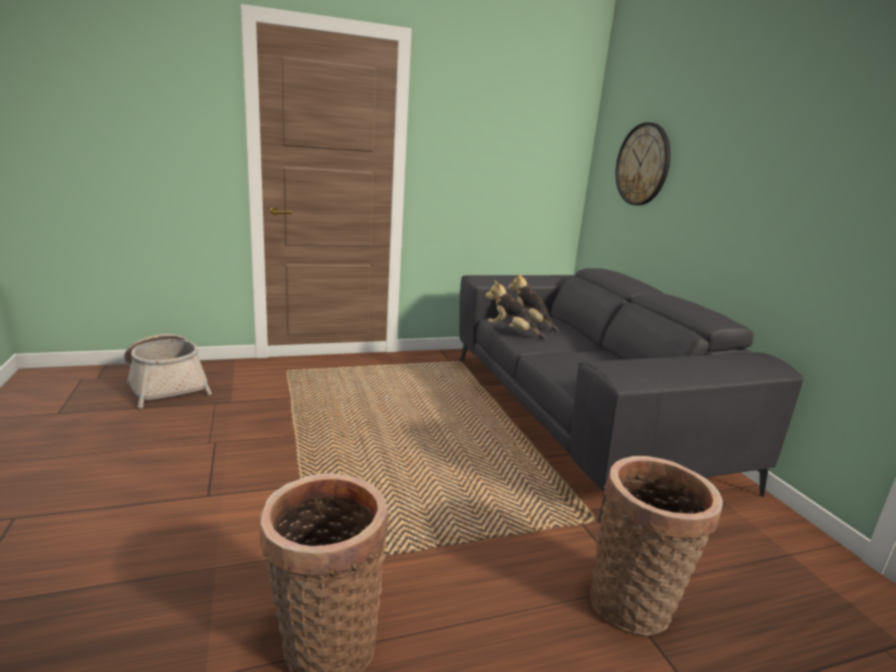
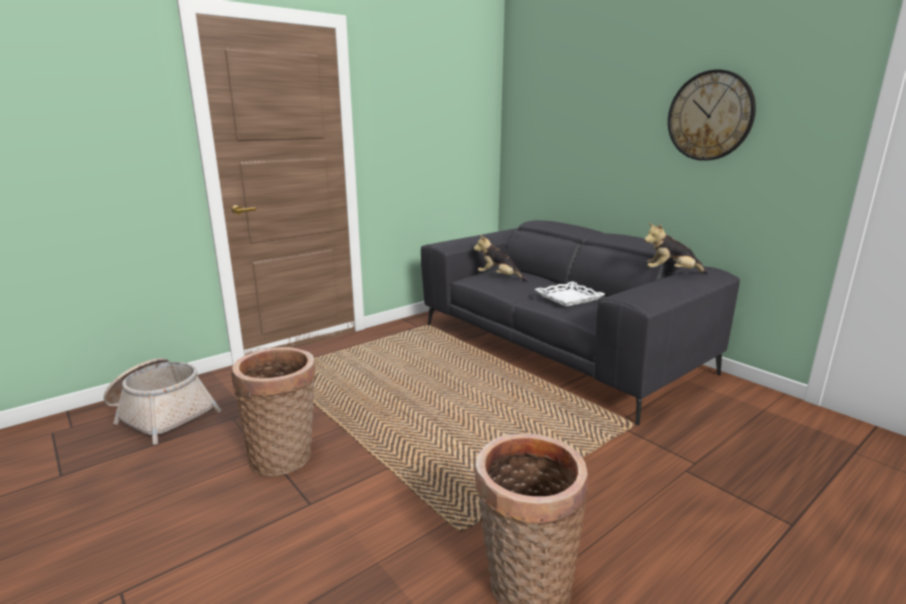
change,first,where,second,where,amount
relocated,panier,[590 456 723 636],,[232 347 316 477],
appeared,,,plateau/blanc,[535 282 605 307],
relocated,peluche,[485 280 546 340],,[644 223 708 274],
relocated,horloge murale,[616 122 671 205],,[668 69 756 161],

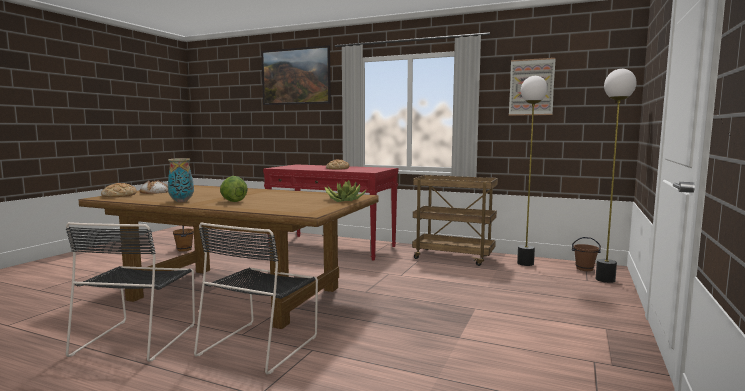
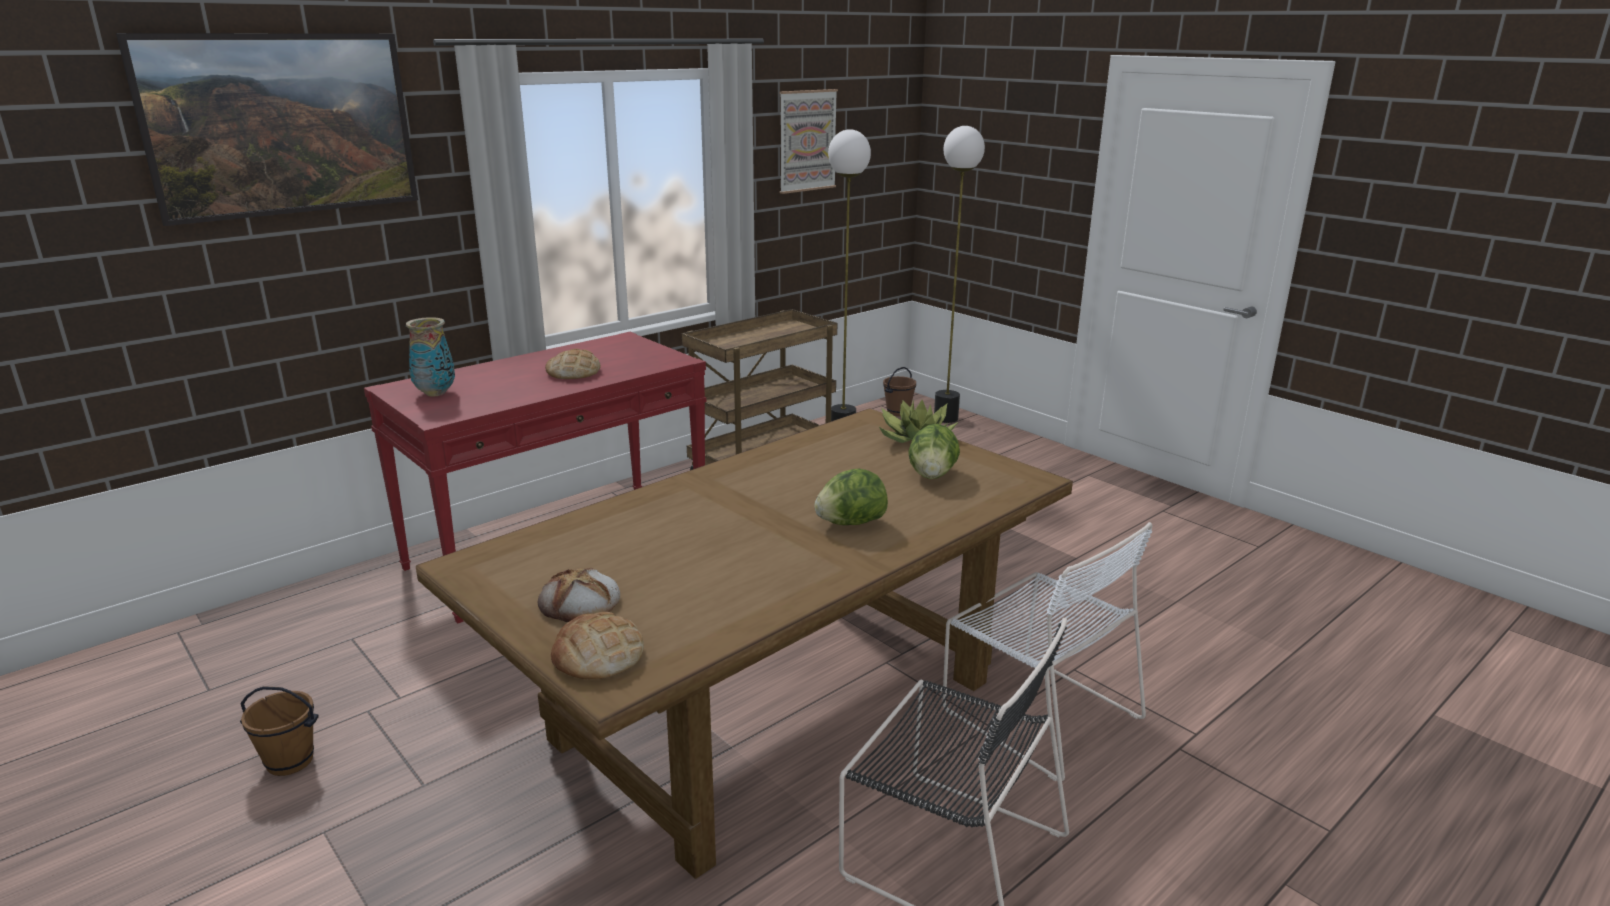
change,first,where,second,where,amount
relocated,vase,[168 158 194 202],,[406 317 455 397],
appeared,,,laitue,[908 424 960 479],
colour,chaise/noir,[194 222 318 374],chaise/blanc,[942 522 1152 781],

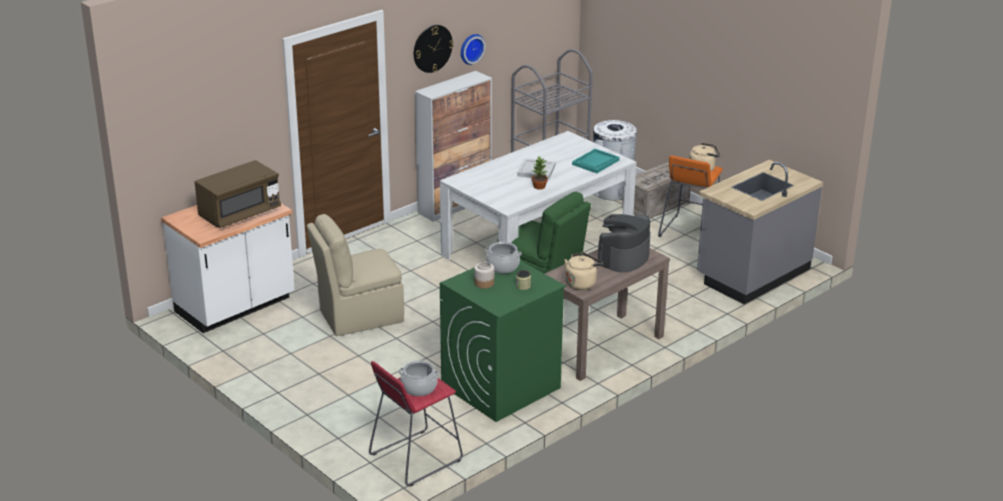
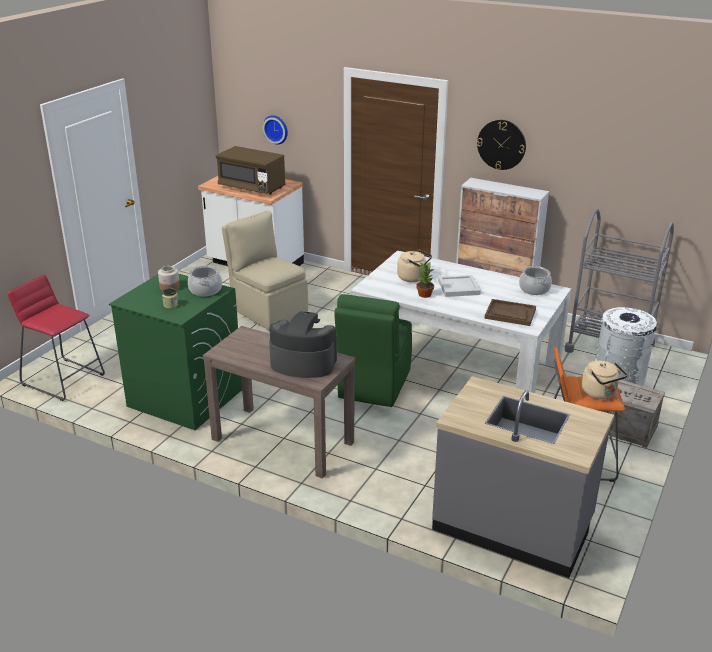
change,first,where,second,where,amount
relocated,horloge murale,[461 34 486 65],,[262 115 288 144],
relocated,bouilloire/beige,[565 252 603 290],,[397 249 432 282],
colour,plateau/turquoise,[572 149 620 173],plateau/marron,[485 299 536 326],
relocated,marmite,[398 361 439 396],,[519 266 552 295],

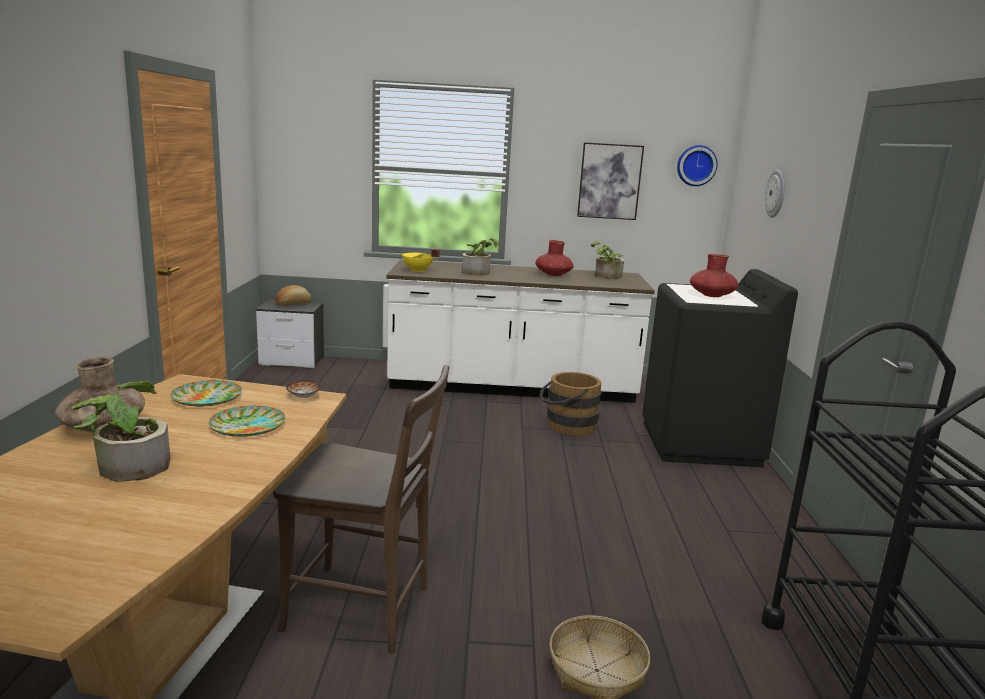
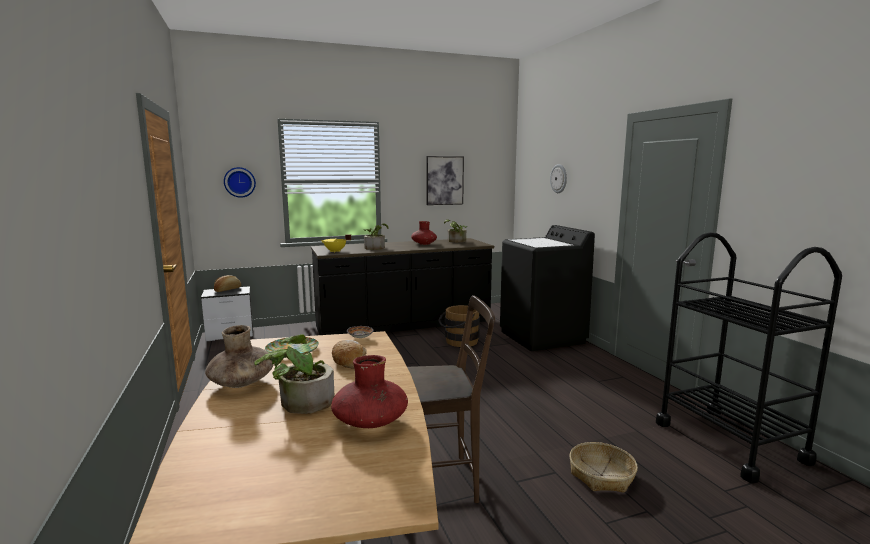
change,first,where,second,where,amount
relocated,horloge murale,[677 145 717 186],,[224 167 256 198],
colour,comptoir de cuisine/blanc,[387 260 655 403],comptoir de cuisine/noir,[311 238 494 335],
relocated,vase/rouge,[690 254 738 297],,[331 355 408 428],
exchanged,assiette,[209 406 285 437],pain,[332 340 367 369],

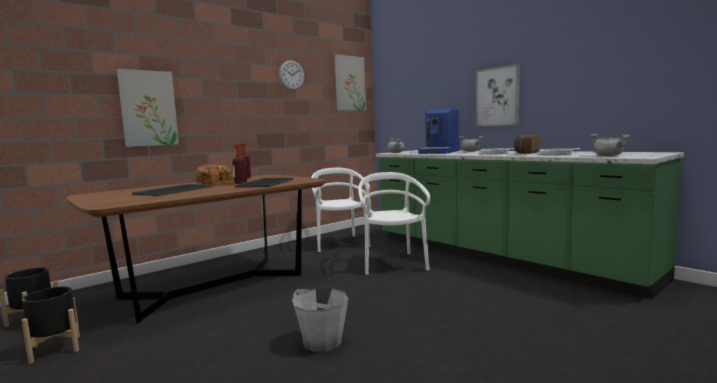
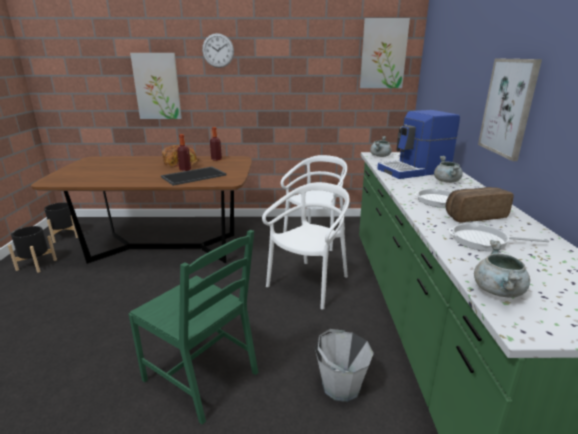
change,first,where,second,where,amount
appeared,,,chaise/vert,[129 230 258 425],
relocated,horloge murale,[279 60 304 90],,[202 33 234 68],
relocated,seau/gris,[292 288 348 352],,[315 329 374 402],
missing,plateau,[132 184 212 196],,,

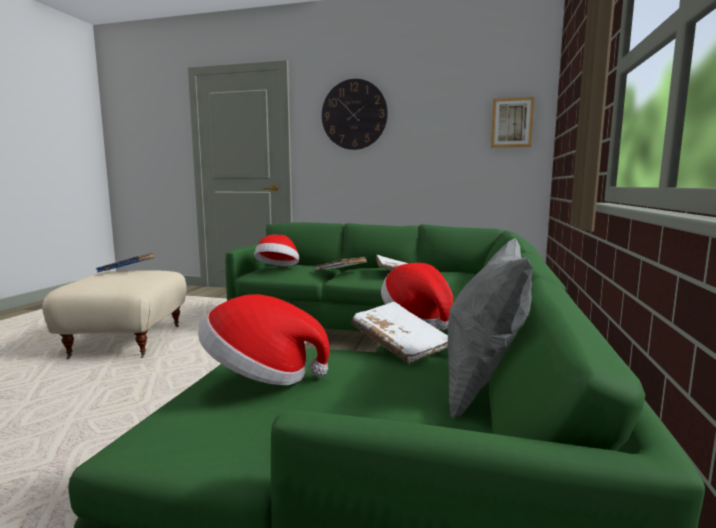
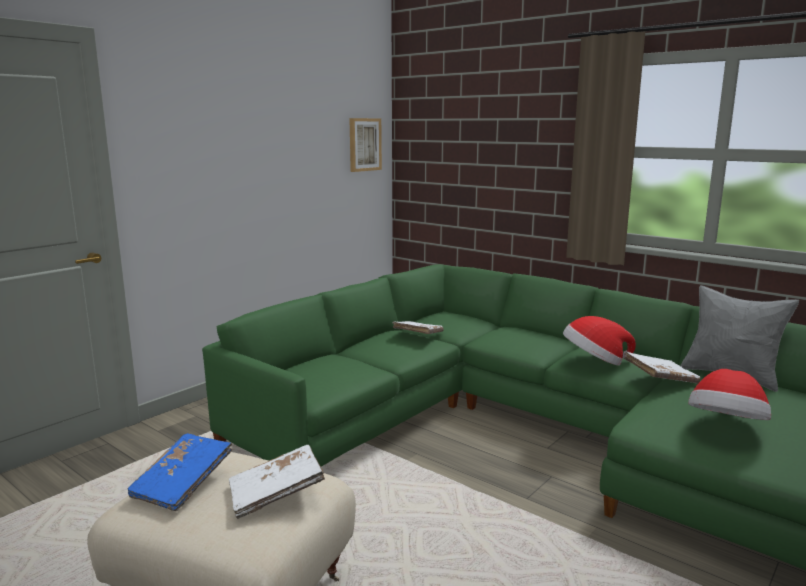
change,first,where,second,where,amount
relocated,livre/blanc,[313 257 367 270],,[229 445 325 519],
missing,chapeau,[254 235 299 266],,,
missing,horloge murale,[322 79 388 150],,,

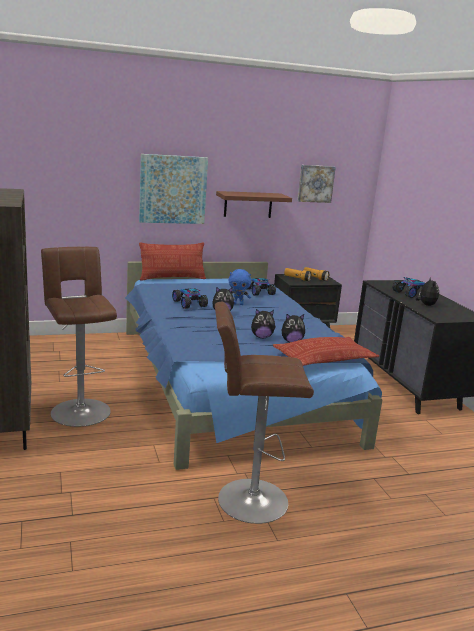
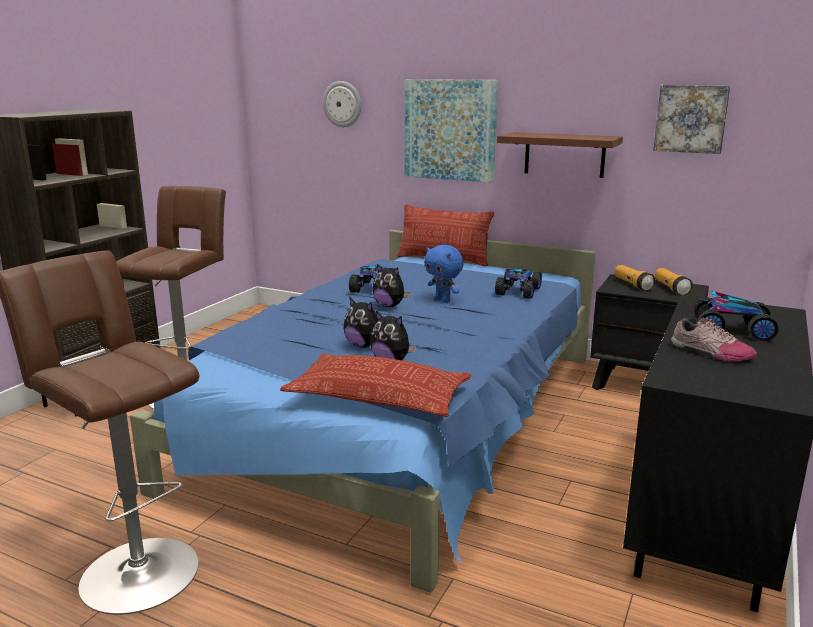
change,first,where,second,where,amount
appeared,,,horloge murale,[323 81 361 127],
exchanged,peluche,[416 277 439 306],chaussure,[671 317 757 361],

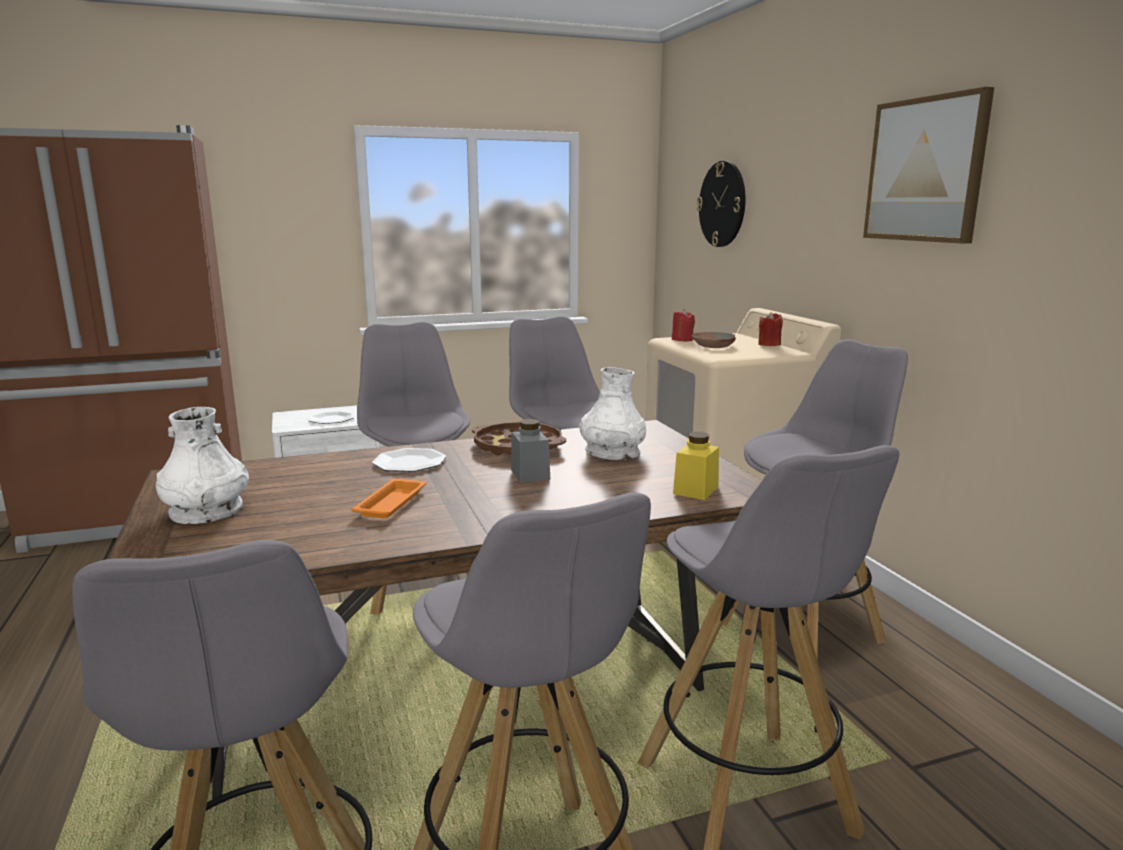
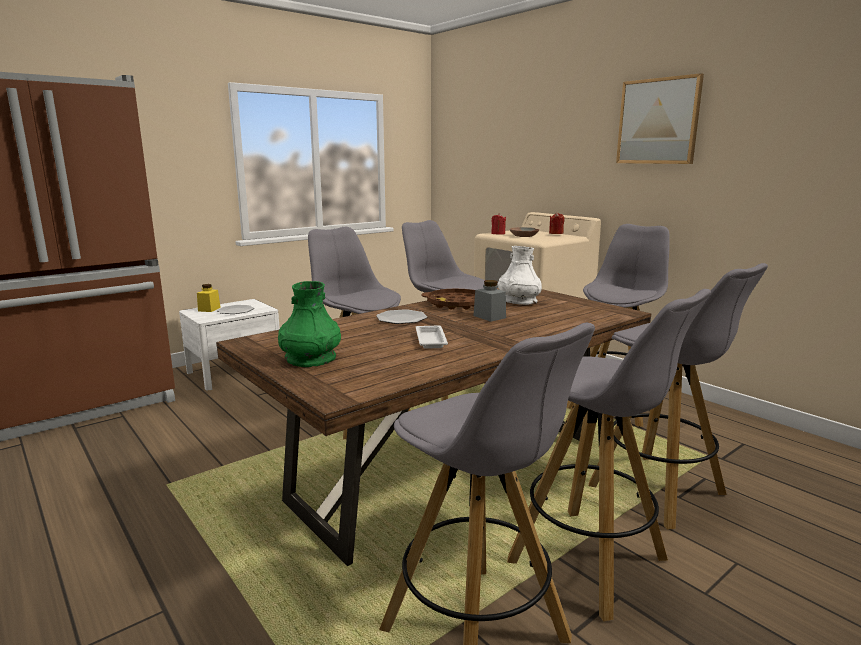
change,first,where,second,where,amount
relocated,bocal/jaune,[673 432 719 500],,[197 284 221 312],
colour,vase/blanc,[156 407 249 524],vase/vert,[278 281 341 367],
colour,plateau/orange,[351 479 426 519],plateau/blanc,[416 326 448 349],
missing,horloge murale,[697 161 745 247],,,

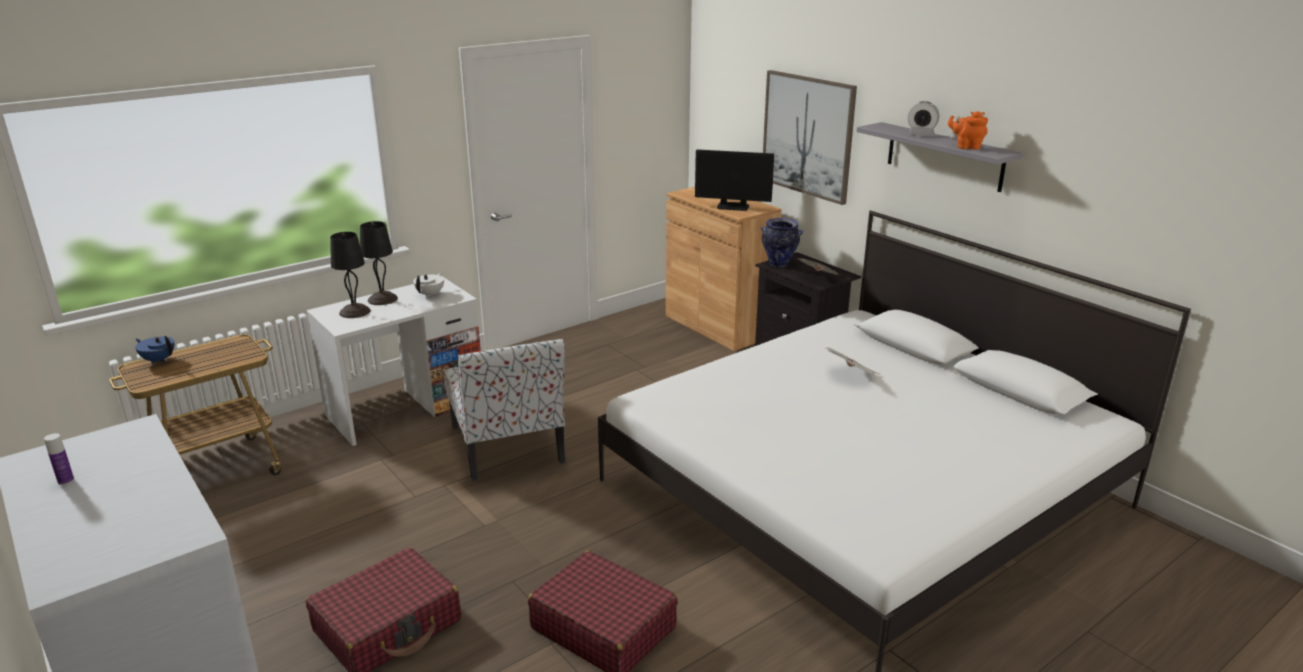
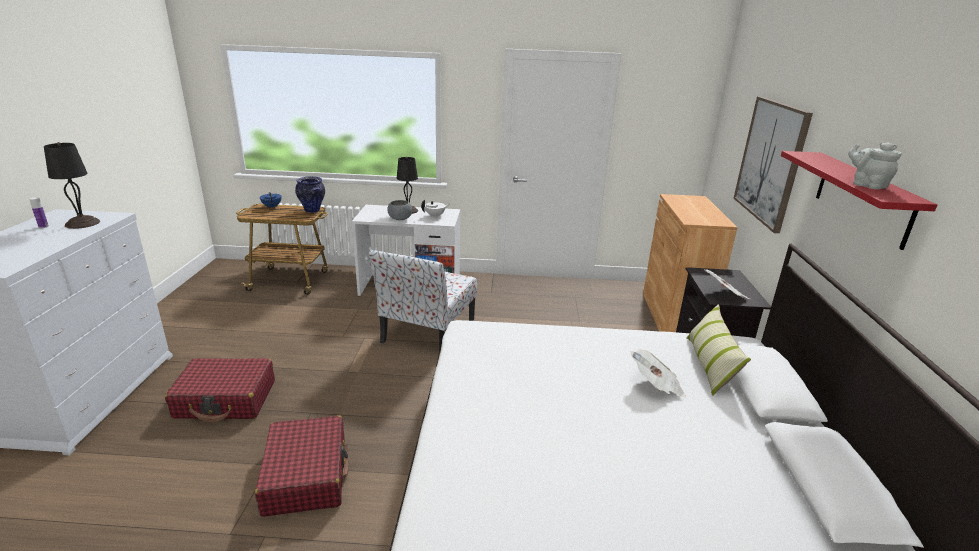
change,first,where,second,where,amount
relocated,lampe de table/noir,[330 232 371 318],,[44 142 100 229],
relocated,vase,[760 218 803 267],,[295 176 325 213],
appeared,,,bol/gris,[387 200 412 220],
appeared,,,coussin,[686 304 751 396],
colour,étagère/gris,[857 122 1023 192],étagère/rouge,[781 151 937 250],
colour,théière/orange,[948 111 988 150],théière/gris,[848 142 902 189],
missing,écran d'ordinateur,[695 149 774 211],,,
missing,réveil,[908 101 939 137],,,

